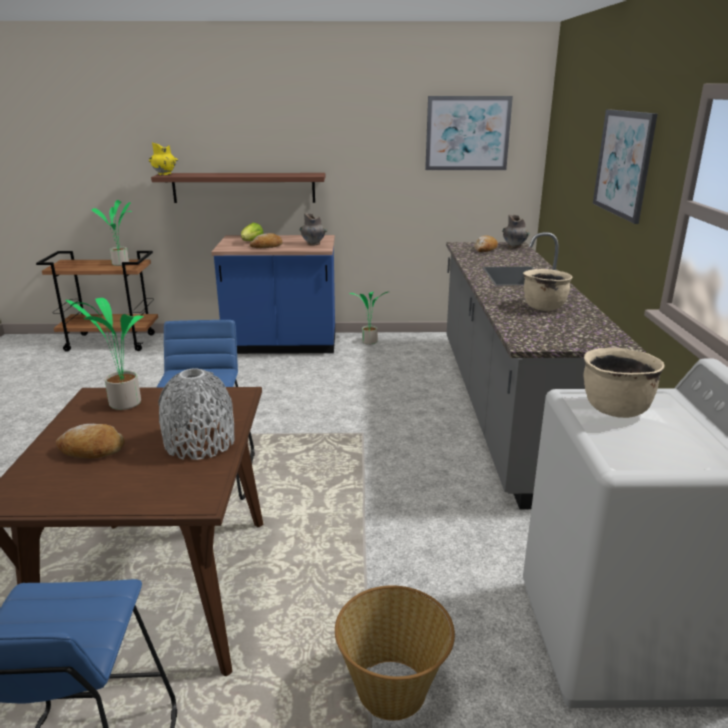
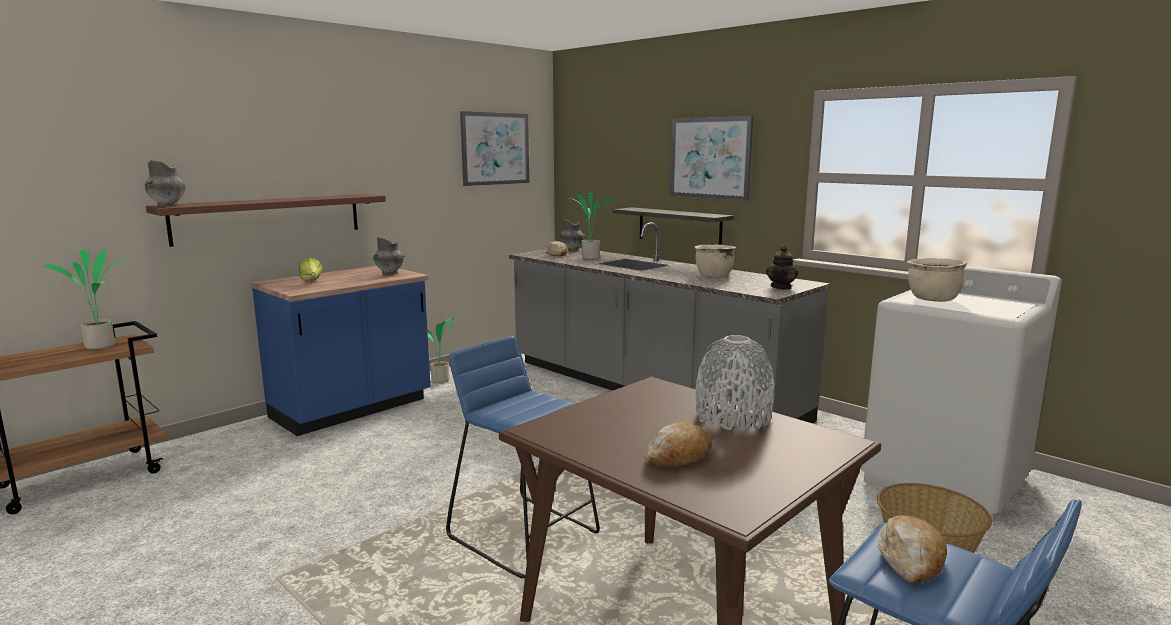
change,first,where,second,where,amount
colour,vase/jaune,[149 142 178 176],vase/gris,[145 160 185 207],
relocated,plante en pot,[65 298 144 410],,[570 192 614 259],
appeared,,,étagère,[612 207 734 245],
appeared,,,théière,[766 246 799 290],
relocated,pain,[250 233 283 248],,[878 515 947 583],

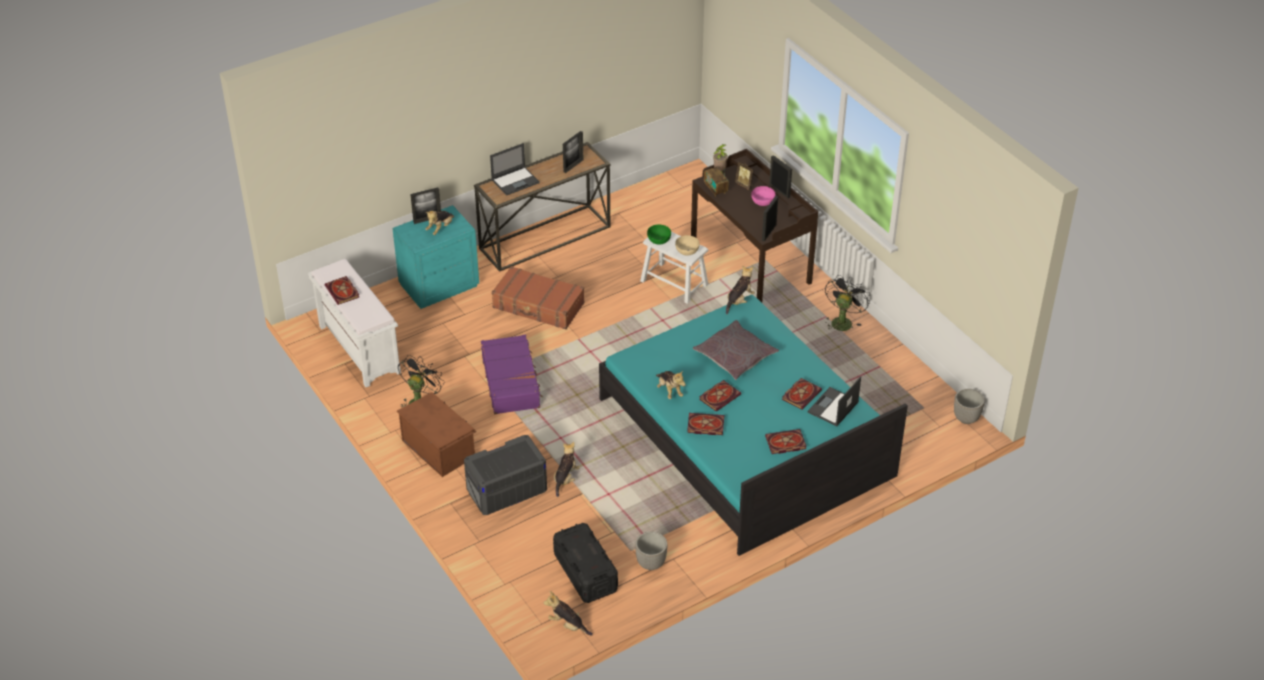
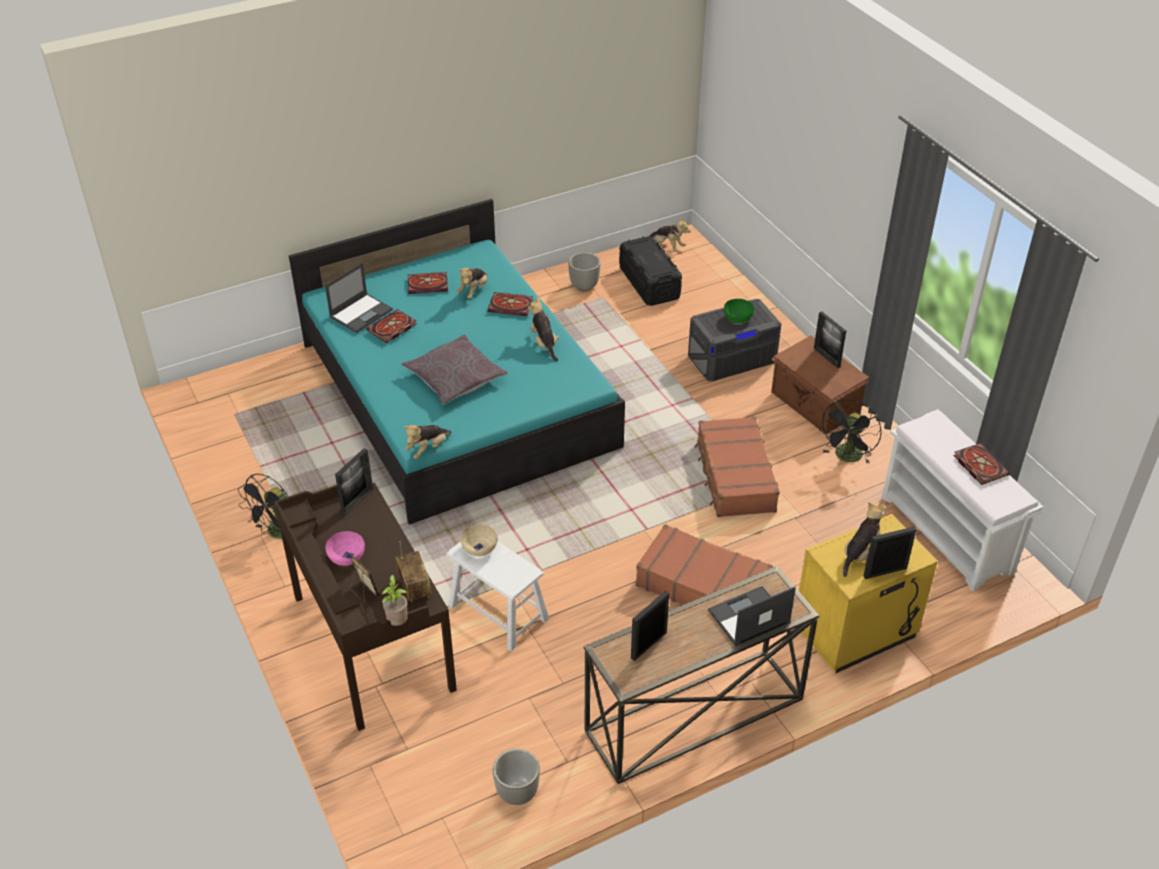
change,first,where,second,where,amount
relocated,peluche,[554 442 580 497],,[456 267 488 299],
relocated,cache-pot,[954 388 985 424],,[493 749 540 805],
colour,valise/violet,[481 335 543 414],valise/marron,[695 416 780 517],
relocated,bol/vert,[647 225 671 245],,[724 299 754 323],
colour,table de chevet/turquoise,[392 205 479 309],table de chevet/jaune,[799 514 938 674],
relocated,cadre photo,[769 155 792 198],,[814 312 846 368],
missing,livre,[699 380 741 412],,,

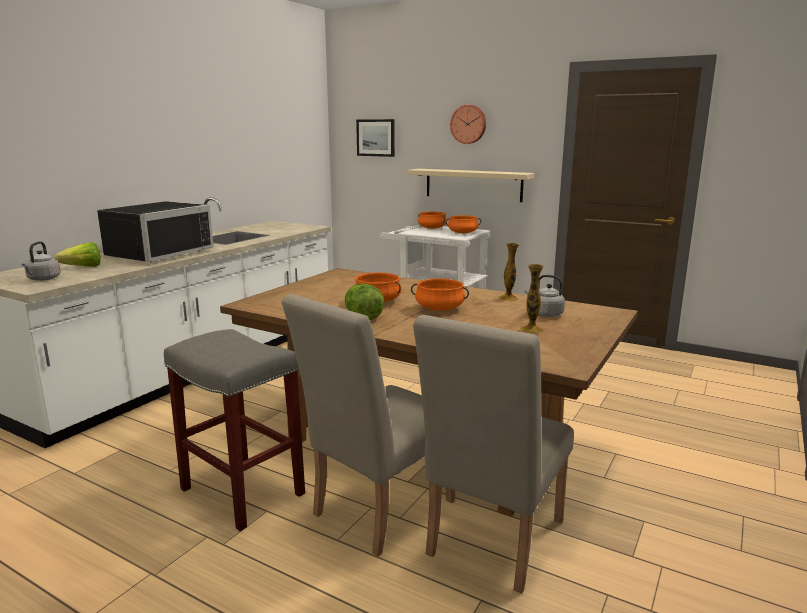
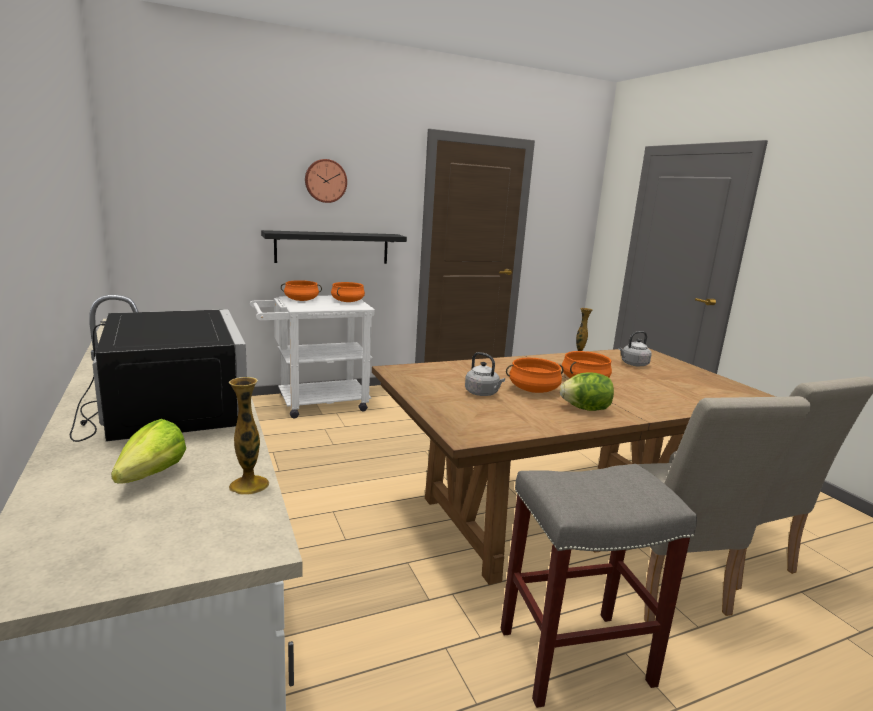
change,first,where,second,where,amount
relocated,vase,[520 264 544 333],,[229 377 269 495],
colour,étagère/beige,[407 169 535 202],étagère/noir,[261 230 407 264],
relocated,bouilloire/gris,[22 241 61 281],,[465 352 505 396],
missing,tableau,[356 119 395 157],,,

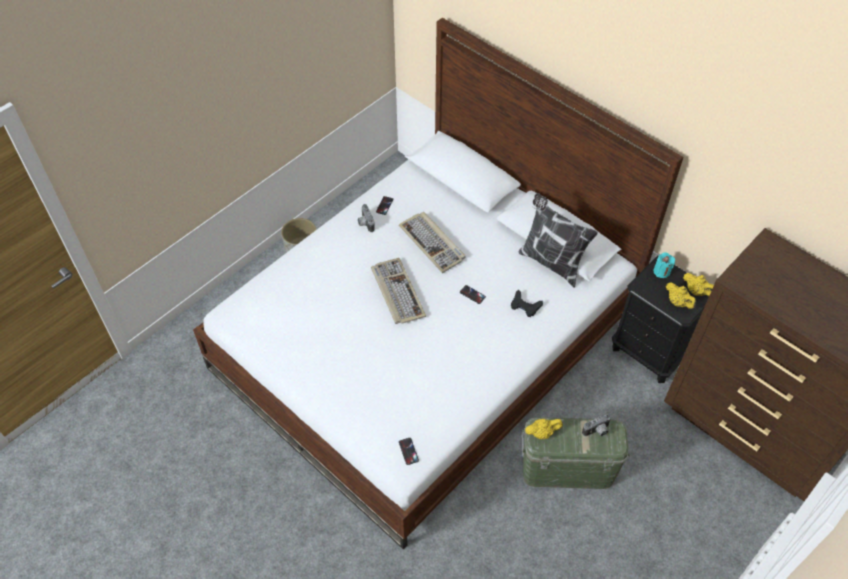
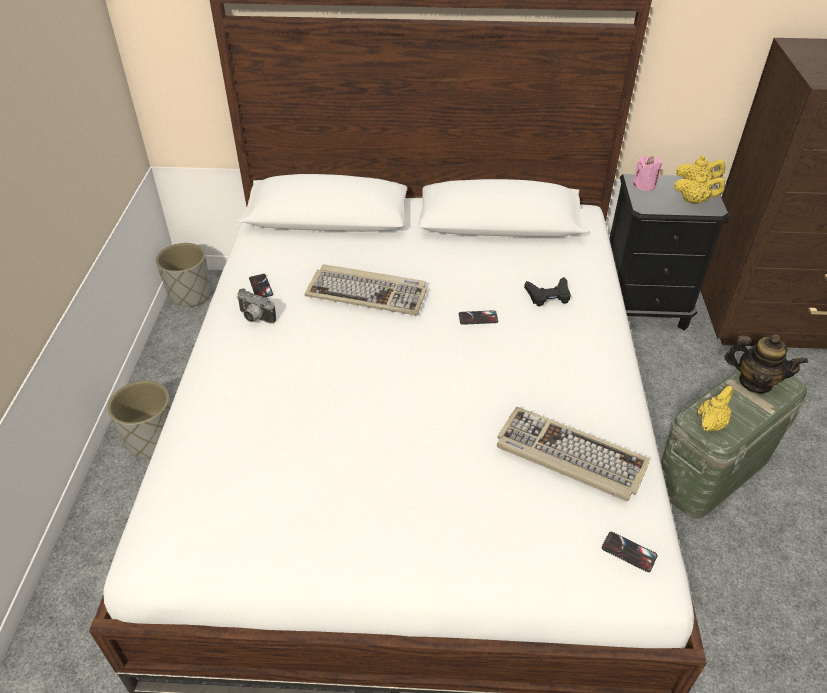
change,first,where,second,where,amount
appeared,,,cache-pot/gris,[156 243 211 308],
relocated,clavier,[371 258 426 324],,[497 407 650 501],
colour,bougie/turquoise,[654 252 675 278],bougie/rose,[633 156 662 191],
exchanged,appareil photo,[582 414 611 436],théière,[724 334 808 393],
missing,coussin,[519 193 598 288],,,

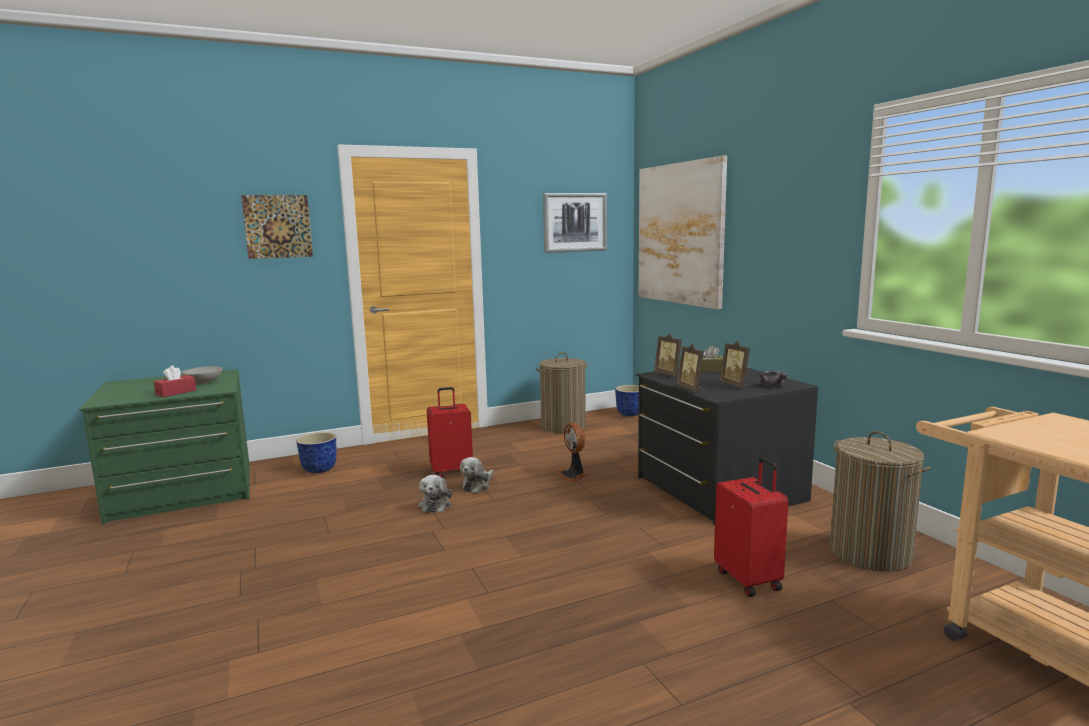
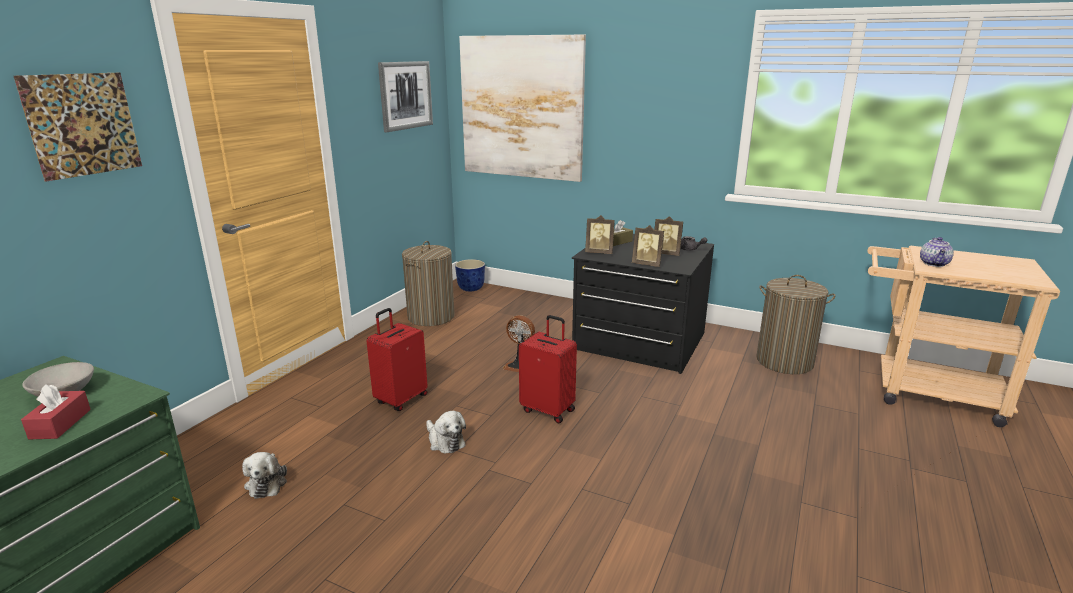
change,first,where,second,where,amount
relocated,peluche,[460 457 494 493],,[242 452 287 499],
relocated,valise/rouge,[714 457 788 597],,[519 315 577 424],
appeared,,,théière,[920 237 954 267],
missing,cache-pot,[296 432 337 473],,,

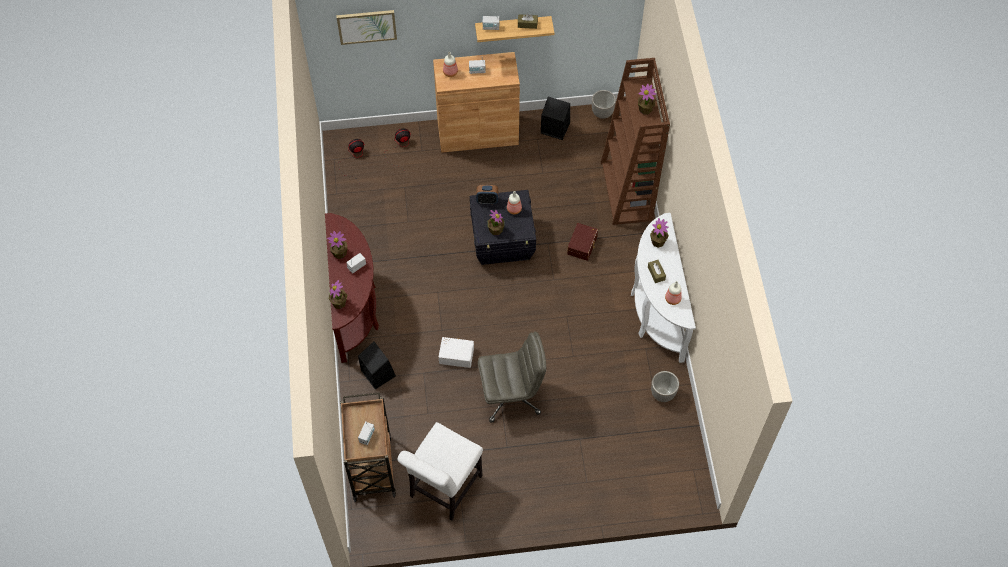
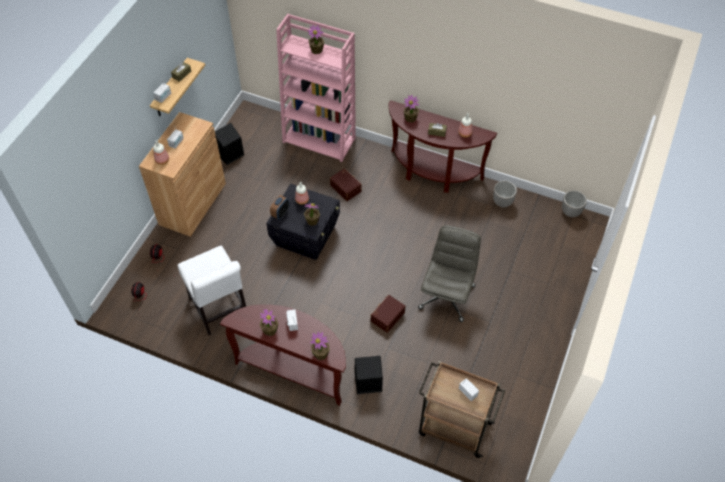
change,first,where,second,where,amount
relocated,chaise/blanc,[397 422 483 521],,[177 246 246 335],
colour,bibliothèque/marron,[601 58 670 225],bibliothèque/rose,[276 14 356 162],
colour,boîte de rangement/blanc,[439 337 474 368],boîte de rangement/marron,[371 295 405 333],
colour,table console/blanc,[631 213 696 363],table console/marron,[389 100 497 193],
relocated,cache-pot,[592 90 616 119],,[562 190 587 217],
missing,tableau,[336 10 397 45],,,

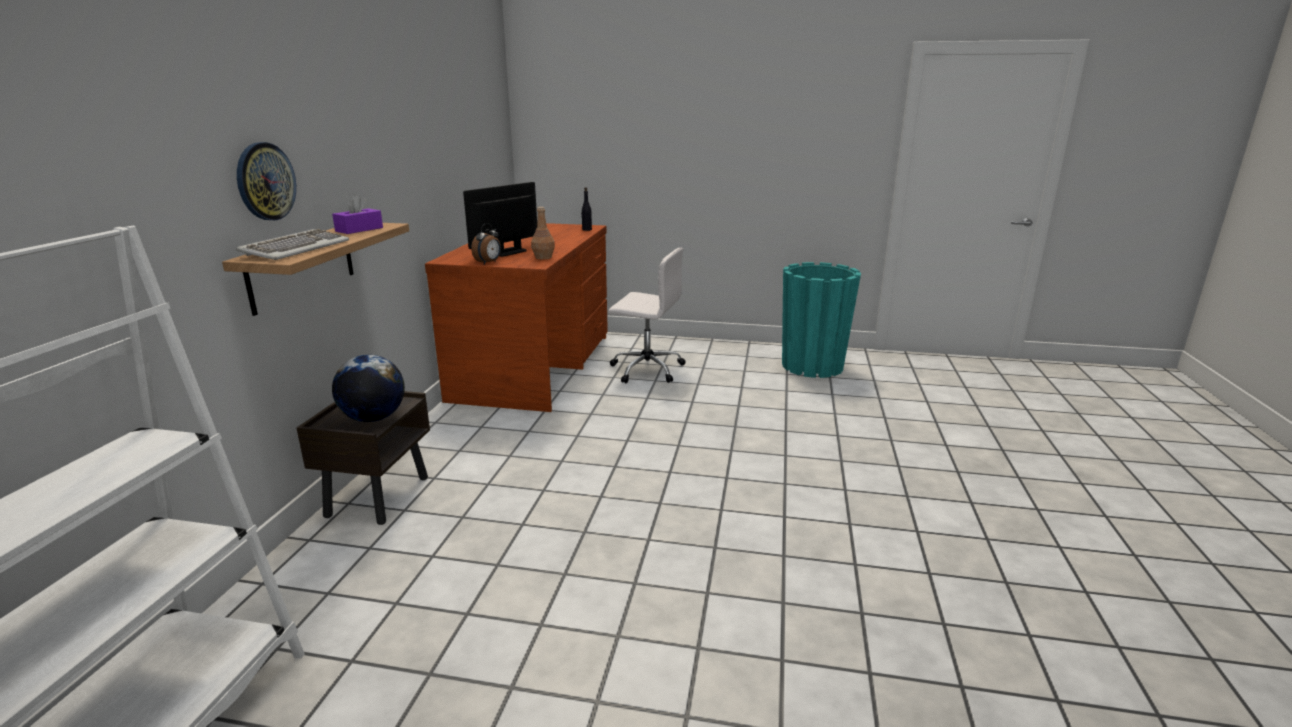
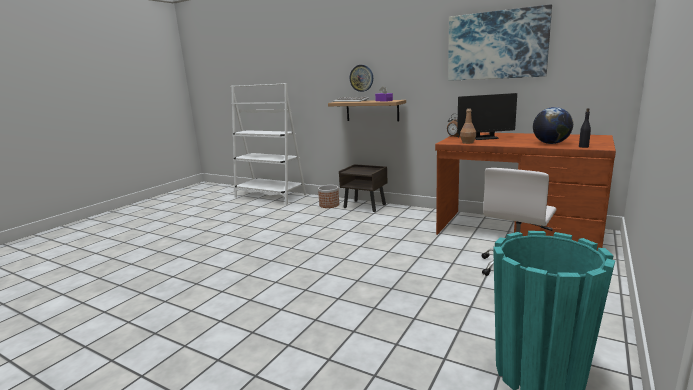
change,first,where,second,where,amount
appeared,,,cache-pot,[318 185 339 208],
appeared,,,tableau,[448 4 552 81],
spun,écran d'ordinateur,[463 182 537 257],,[457 93 517 140],120 degrees clockwise
relocated,globe,[332 355 405 422],,[533 107 573 144],

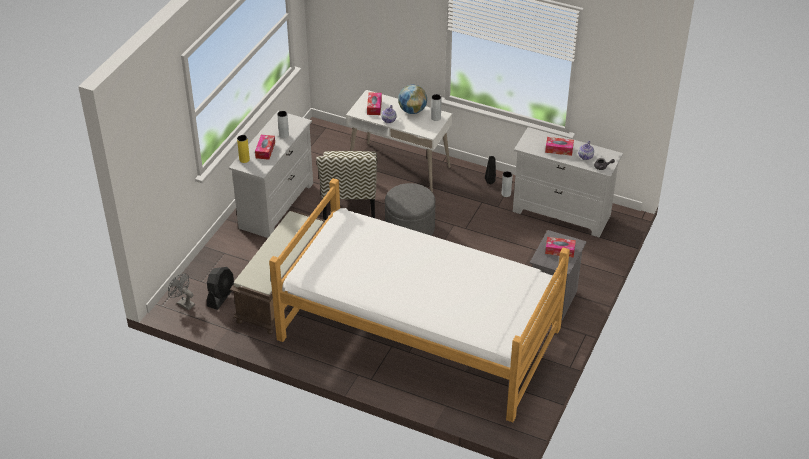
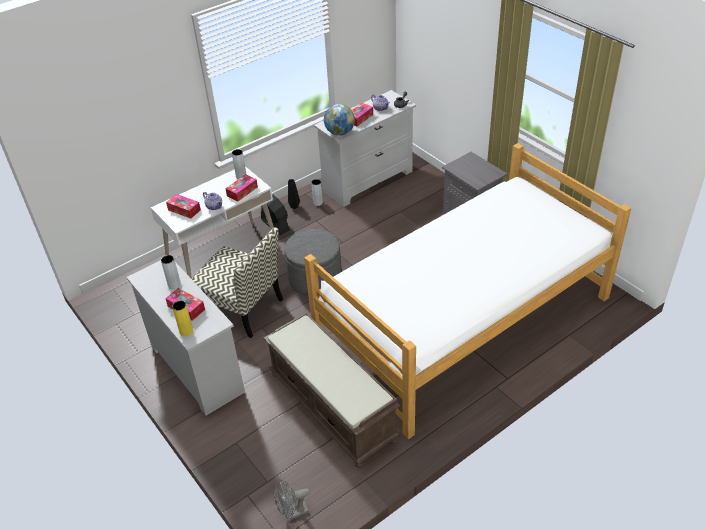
change,first,where,second,where,amount
relocated,boîte à mouchoirs,[545 237 576 258],,[225 174 258 202],
relocated,ventilateur/noir,[207 267 234 310],,[261 194 290 235],
relocated,globe,[398 85 427 114],,[324 104 355 136],

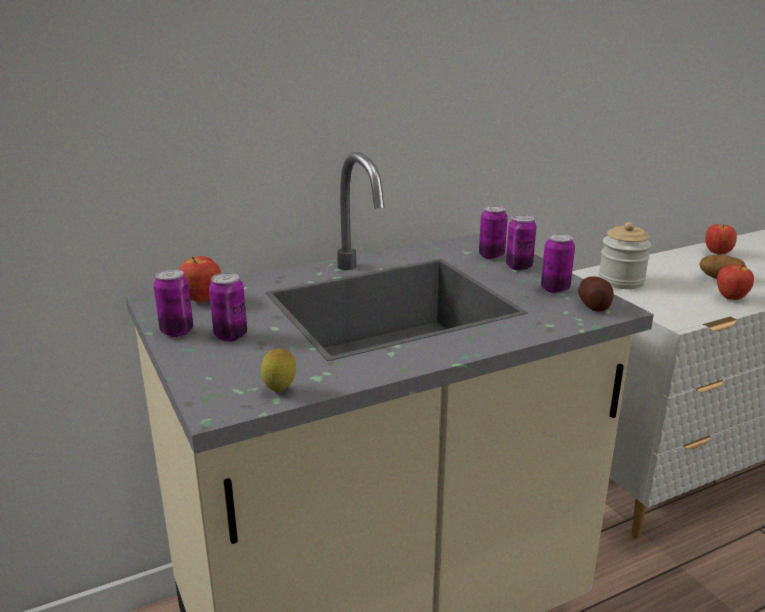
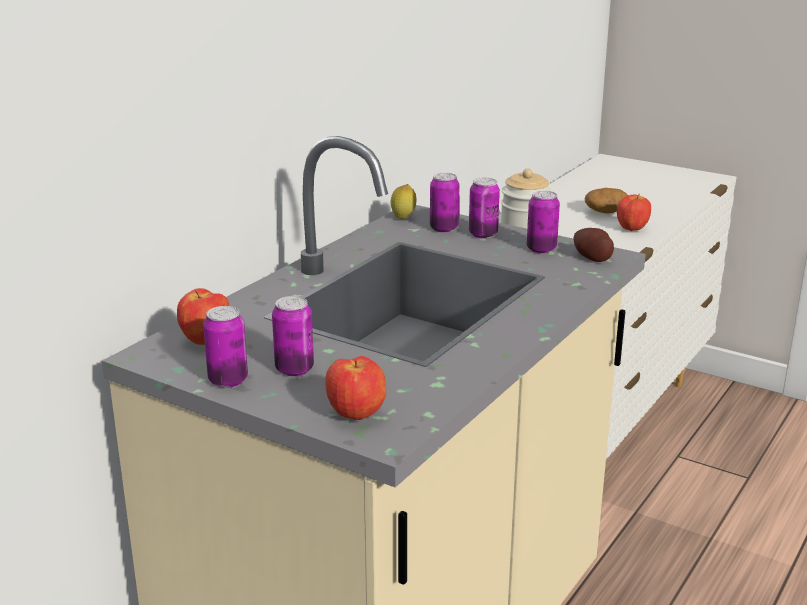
change,first,where,second,where,amount
relocated,pomme,[705 224 737 255],,[325 356 386 420],
relocated,citron,[261 348 296 392],,[390 184 416 219],

